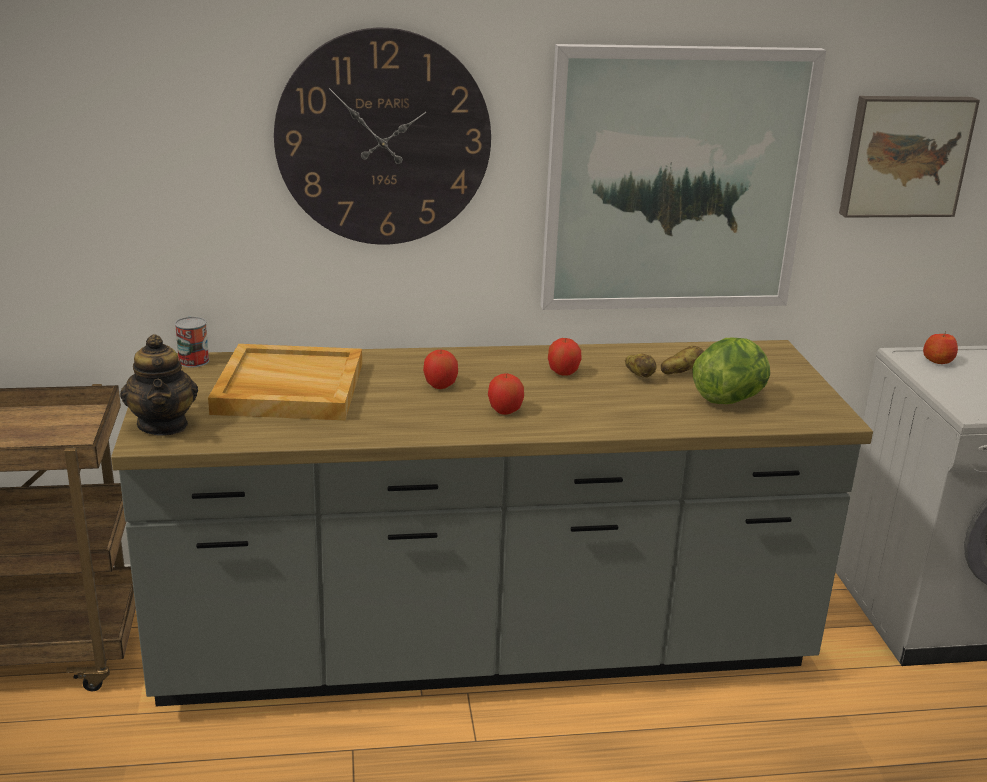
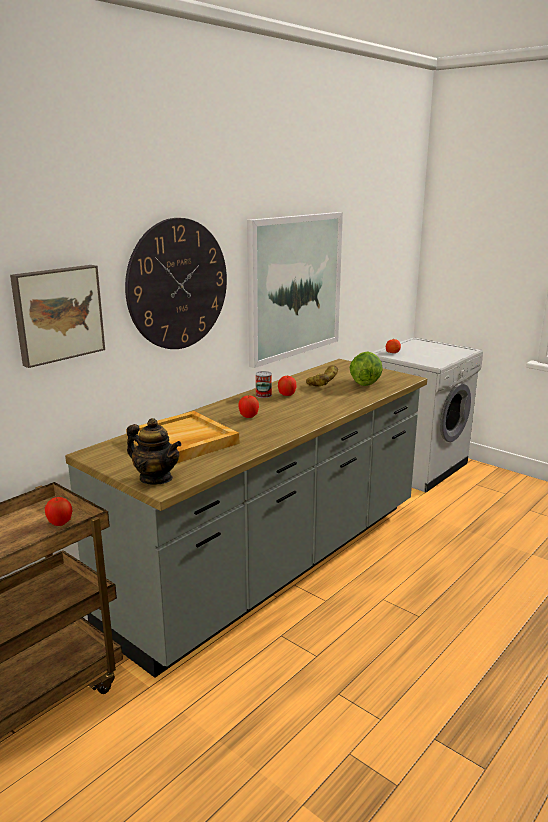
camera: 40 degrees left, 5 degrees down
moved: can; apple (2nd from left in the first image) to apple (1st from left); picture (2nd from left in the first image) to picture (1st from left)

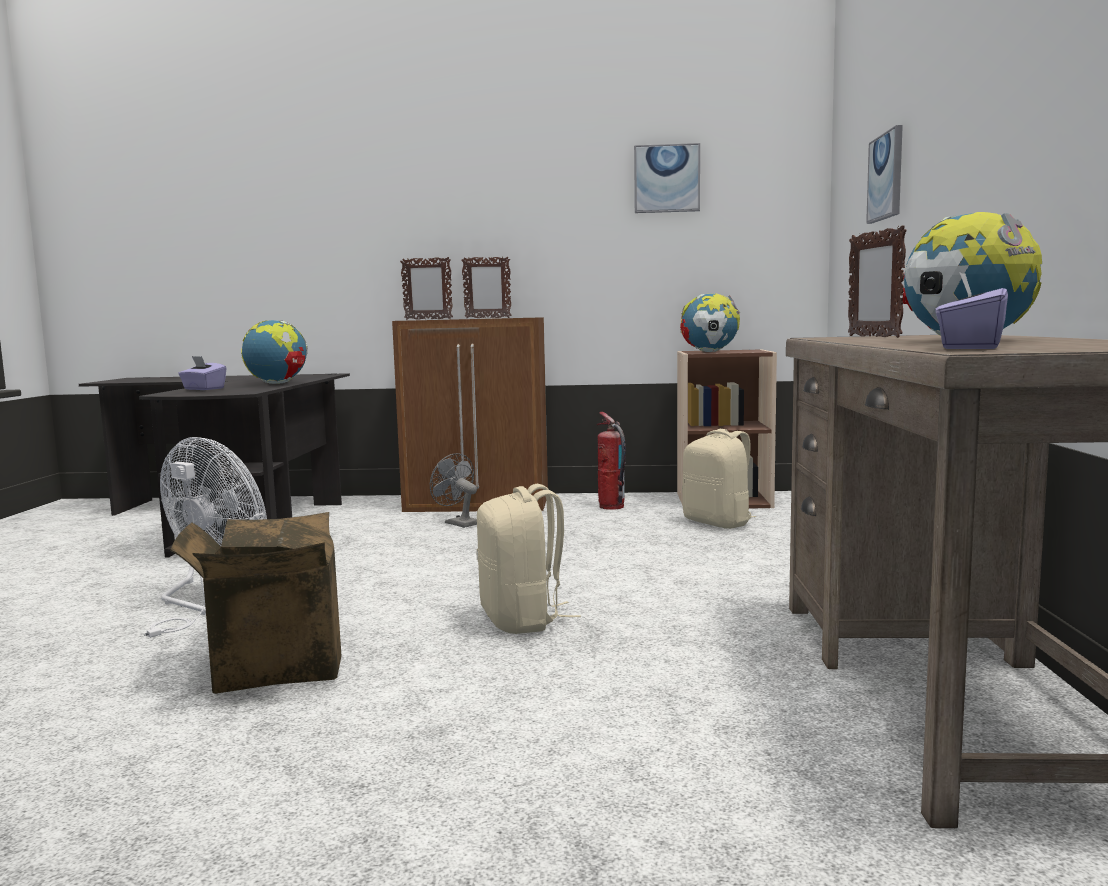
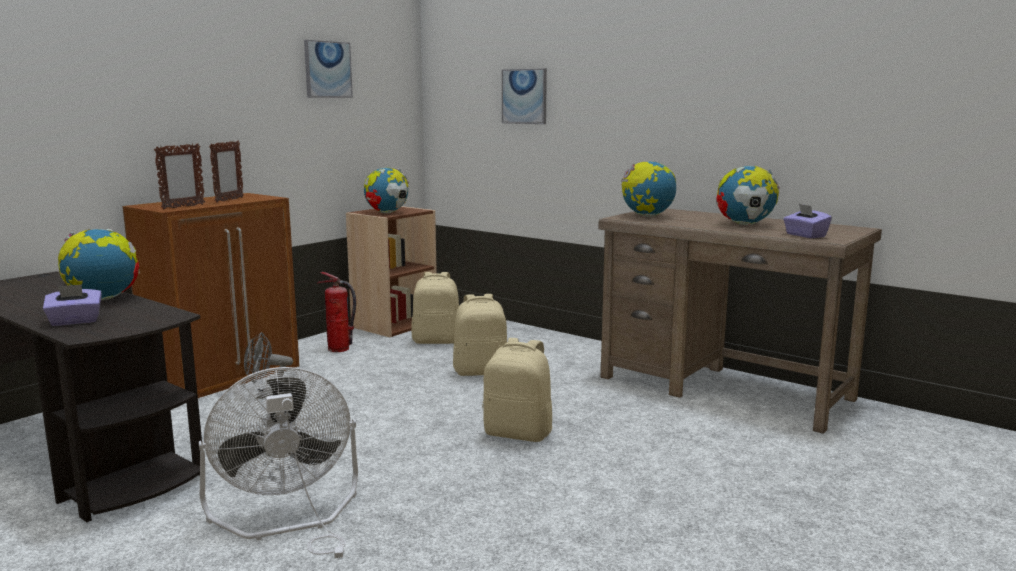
camera: 55 degrees left, 5 degrees up
removed: cardboard box
added: backpack (beige) (2nd from left)
replaced: picture frame (3rd from left) to globe (3rd from left)

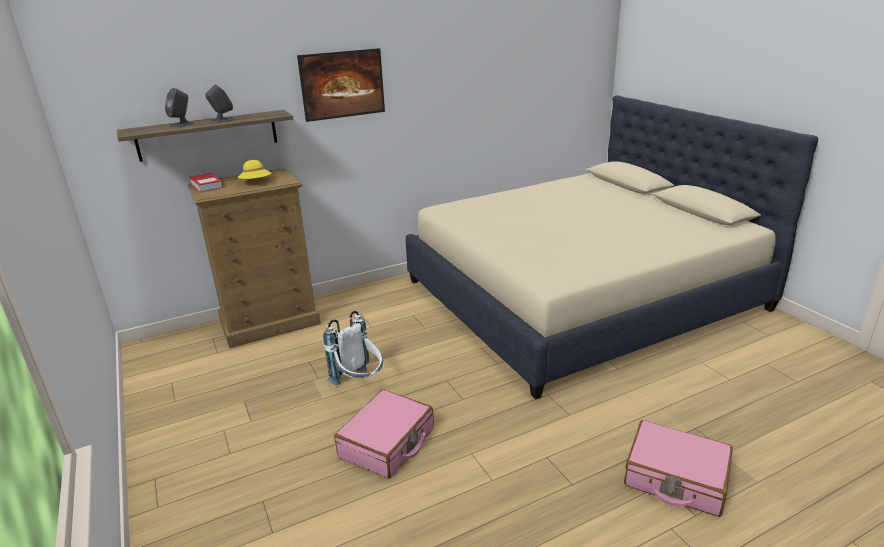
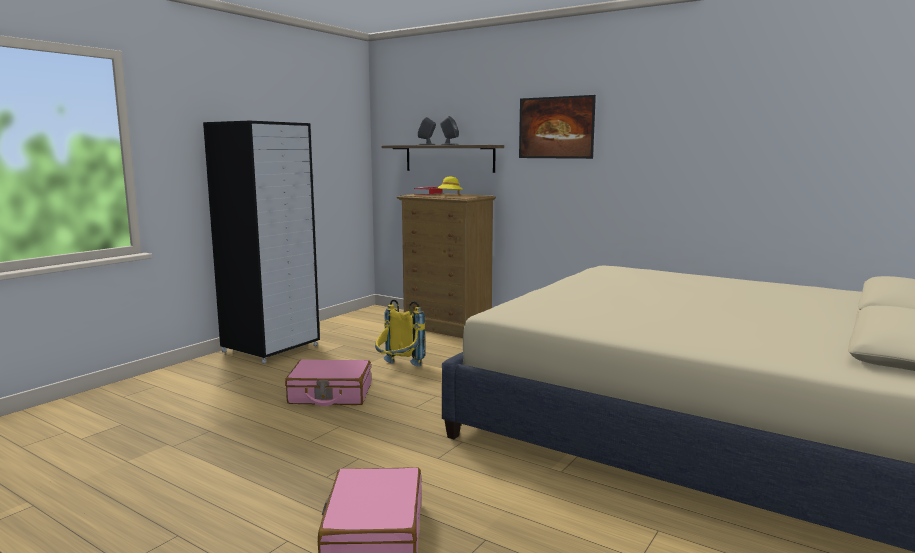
camera: 60 degrees right, 15 degrees down
added: wardrobe
recoloured: backpack (white) to backpack (yellow)

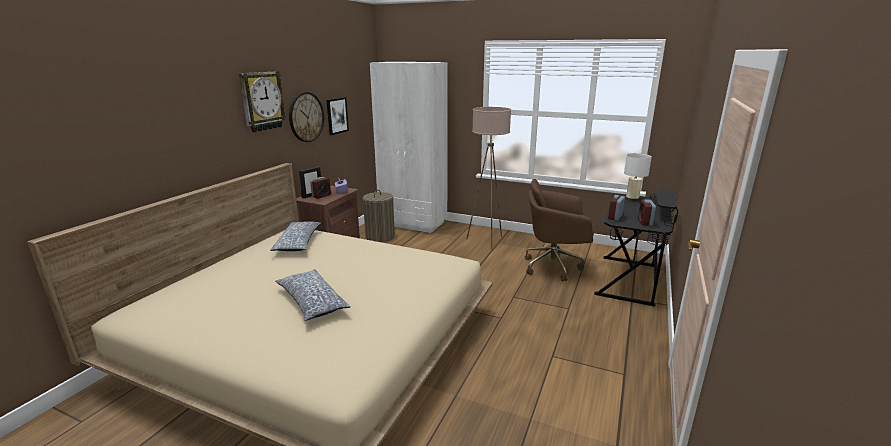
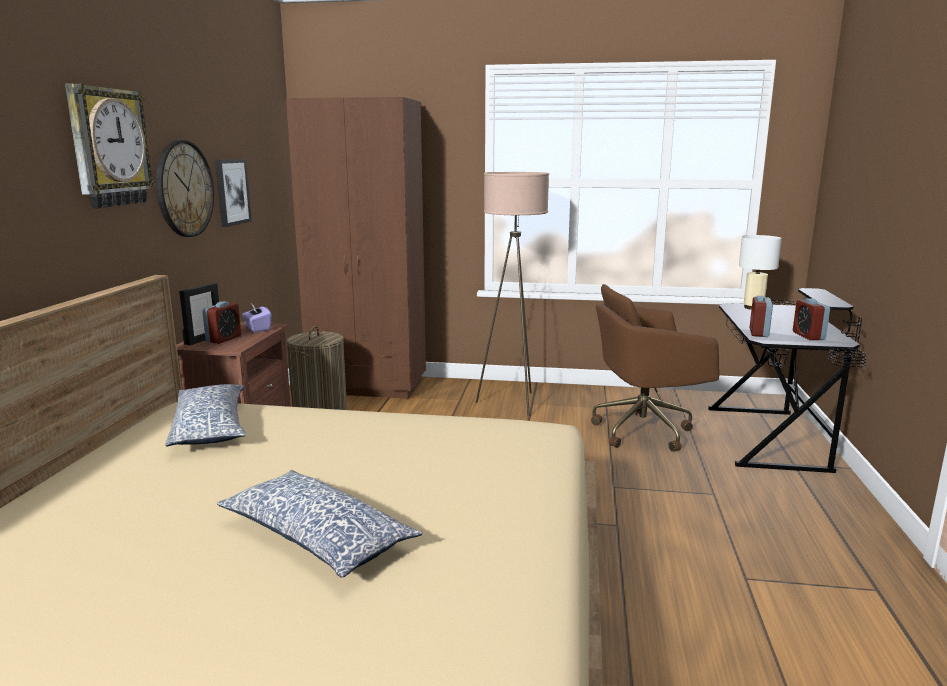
camera: 15 degrees left, 5 degrees down
recoloured: wardrobe (white) to wardrobe (brown)

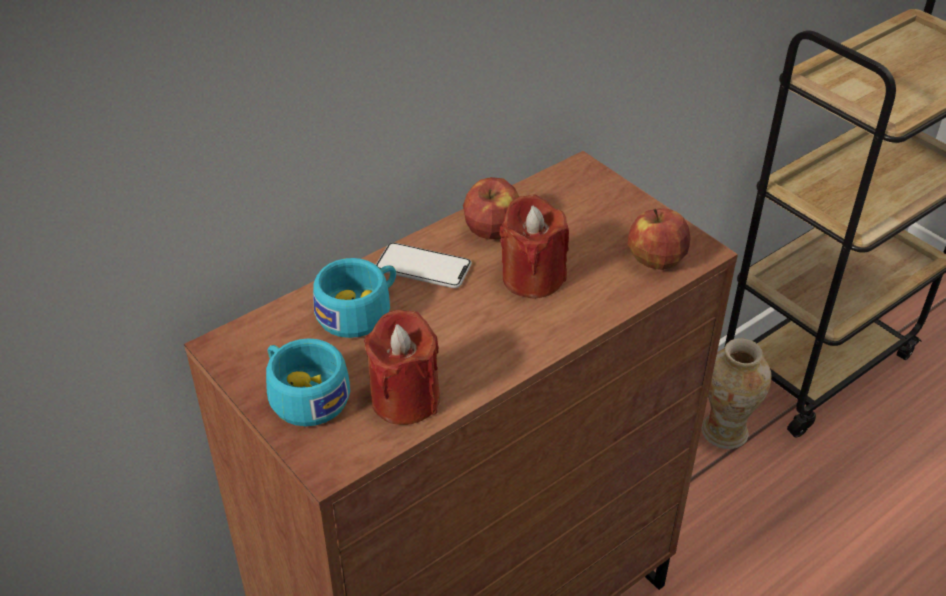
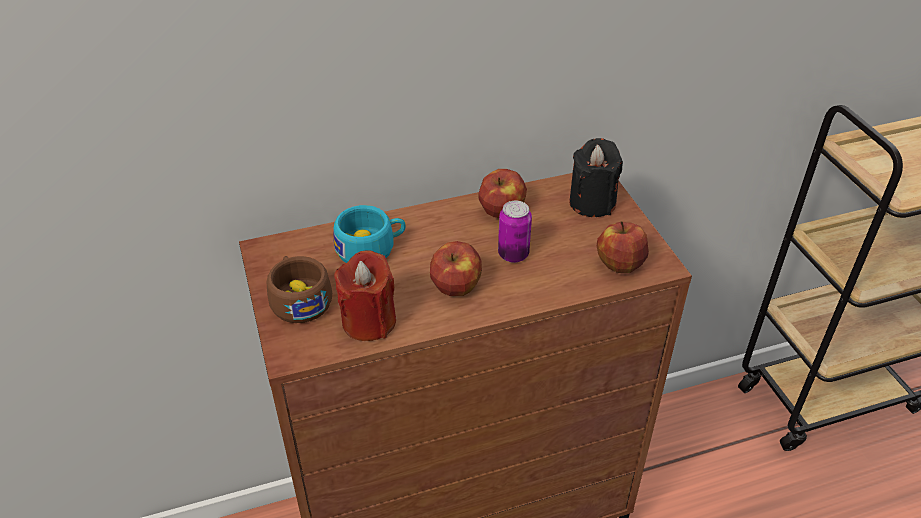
camera: 20 degrees right, 0 degrees up
removed: phone; vase
added: apple (1st from left); candle (black)
replaced: candle (red) (2nd from left) to can
recoloured: cup (turquoise) (1st from left) to cup (brown)

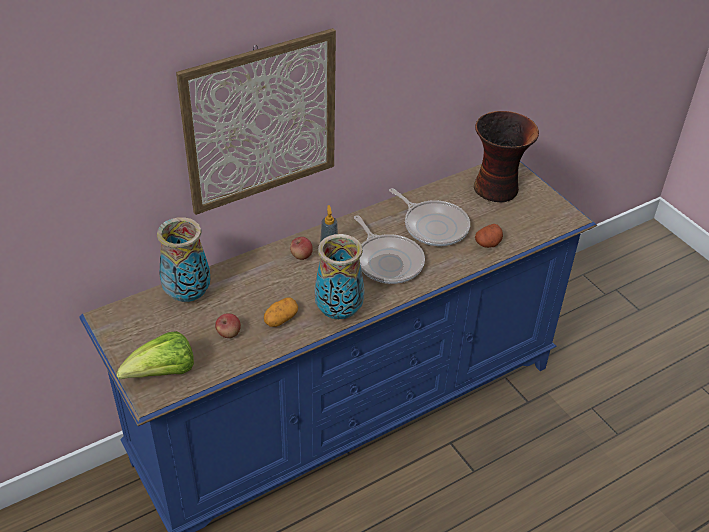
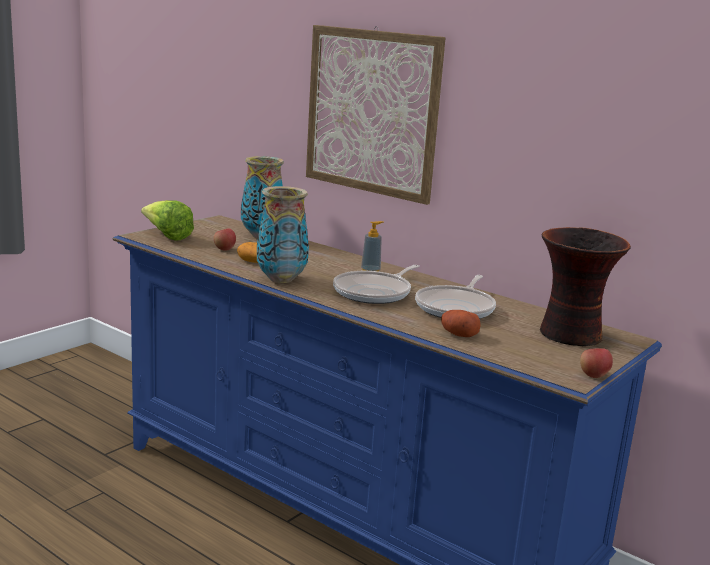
camera: 70 degrees right, 25 degrees down
moved: apple (2nd from left)

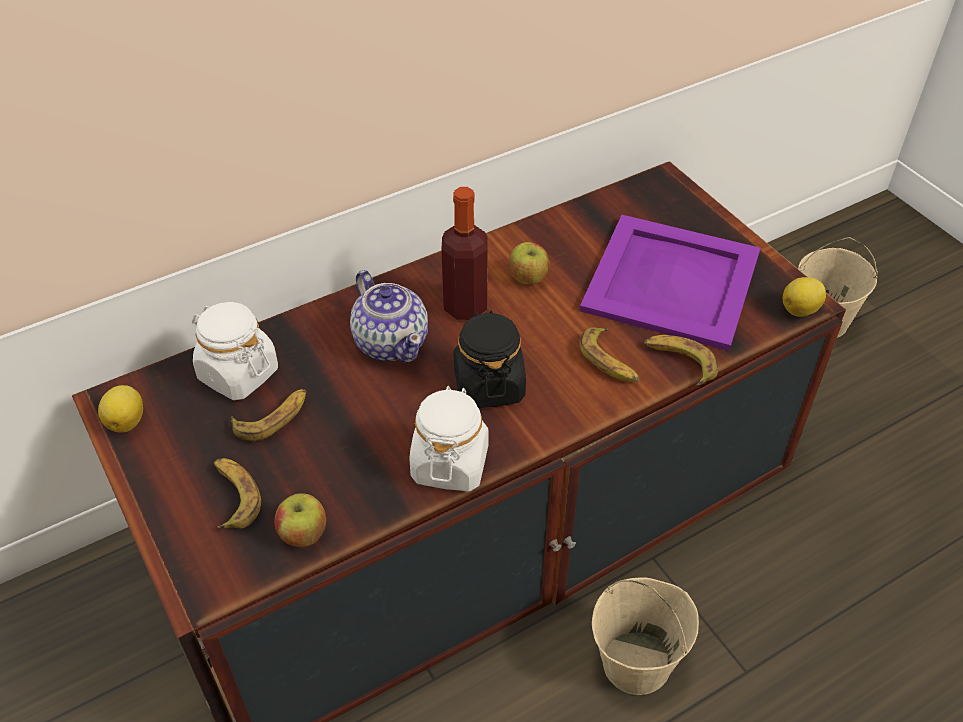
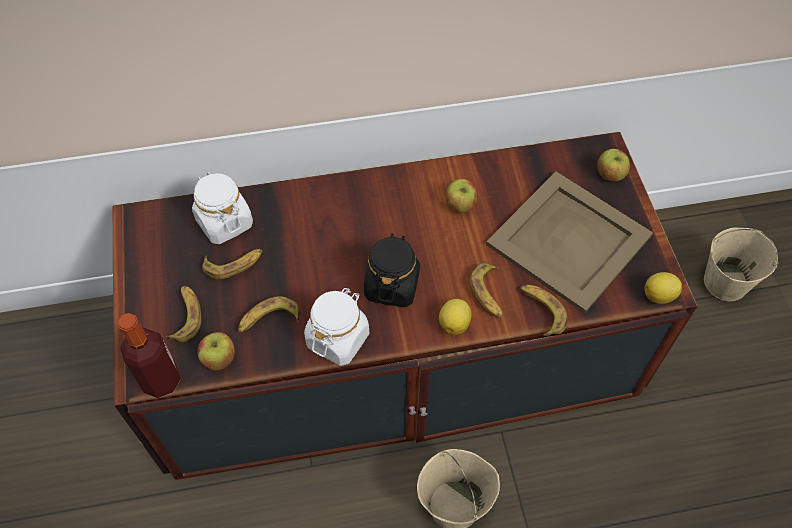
camera: 20 degrees right, 10 degrees up
removed: teapot
added: banana (3rd from left); apple (3rd from left)
moved: lemon (1st from left); bottle
recoloured: tray (purple) to tray (beige)

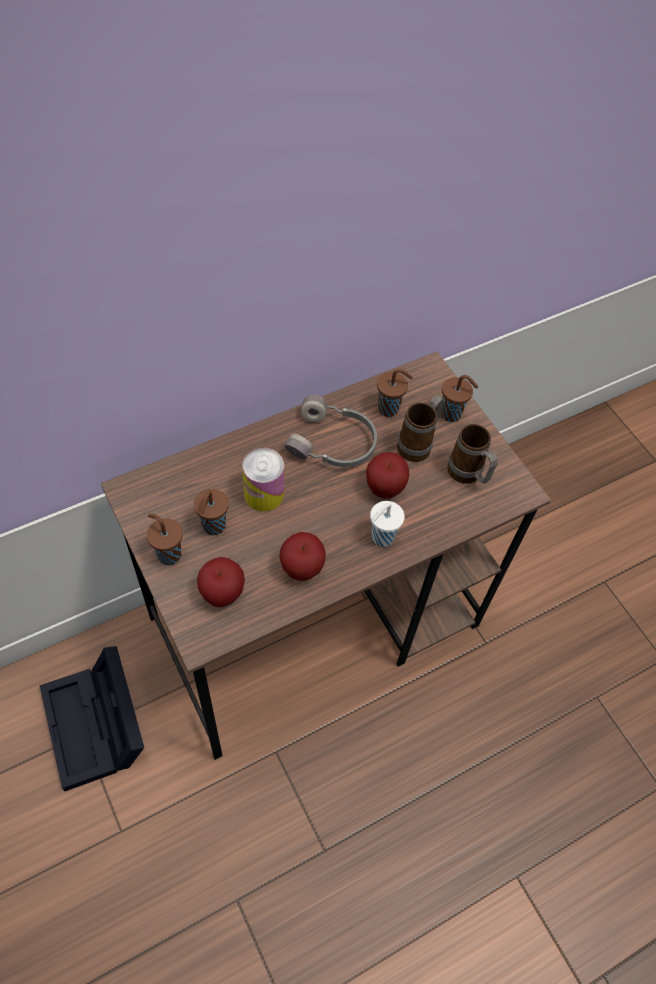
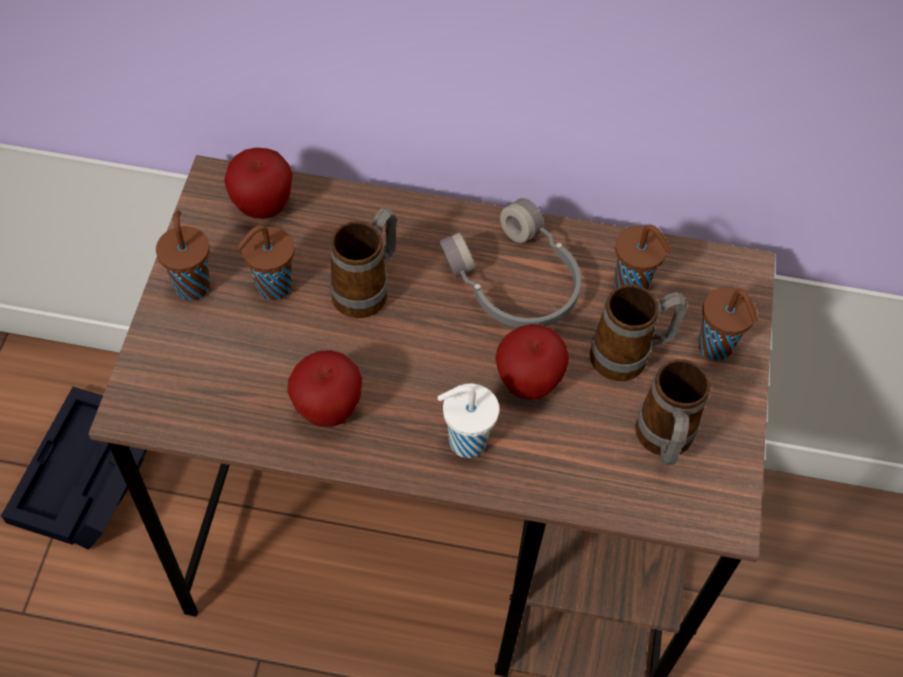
camera: 40 degrees right, 0 degrees up
moved: apple (1st from left)
replaced: can to mug (1st from left)

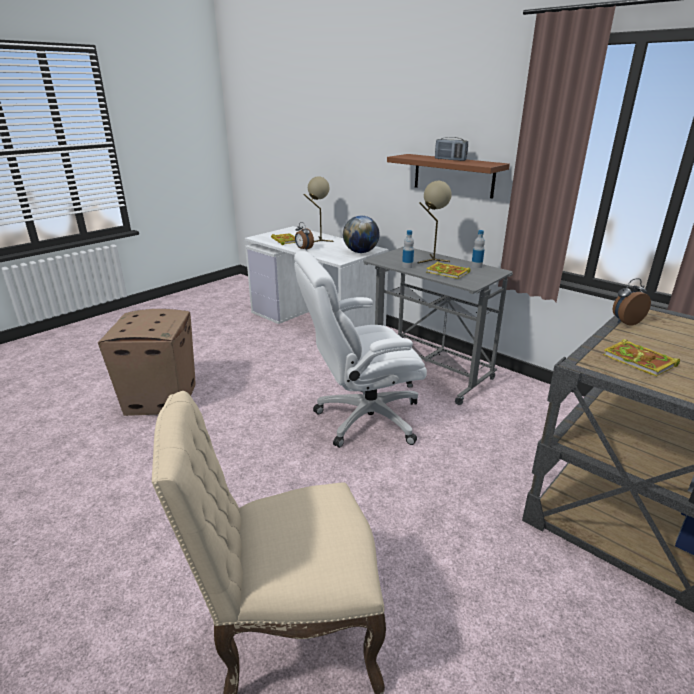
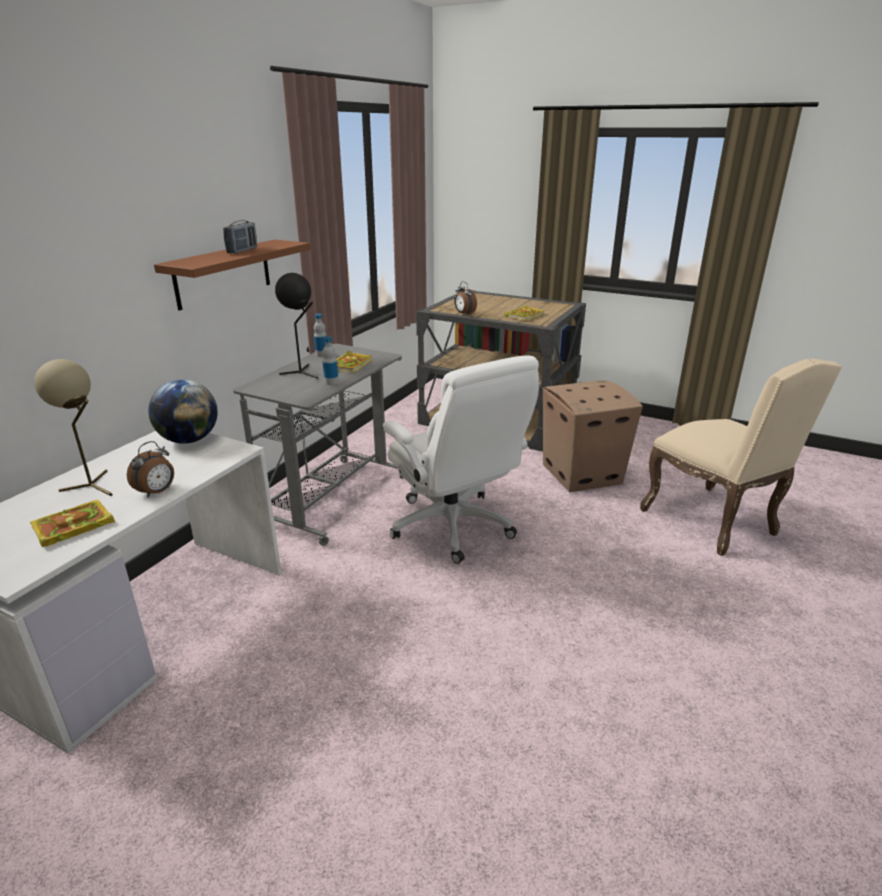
camera: 105 degrees left, 0 degrees up
moved: cardboard box
recoloured: table lamp (beige) (2nd from left) to table lamp (black)

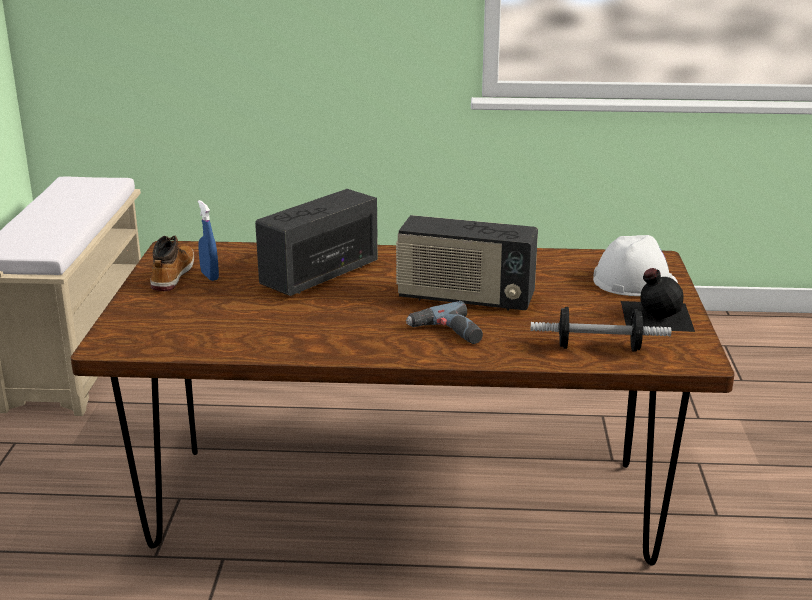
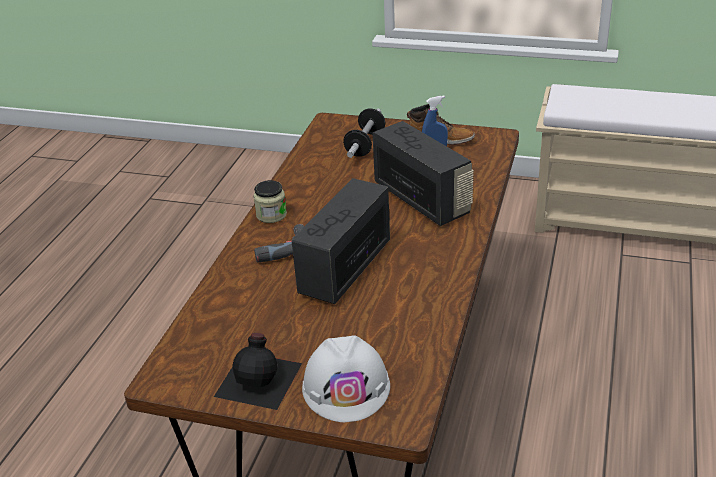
camera: 105 degrees right, 10 degrees up
added: jar
moved: dumbbell

